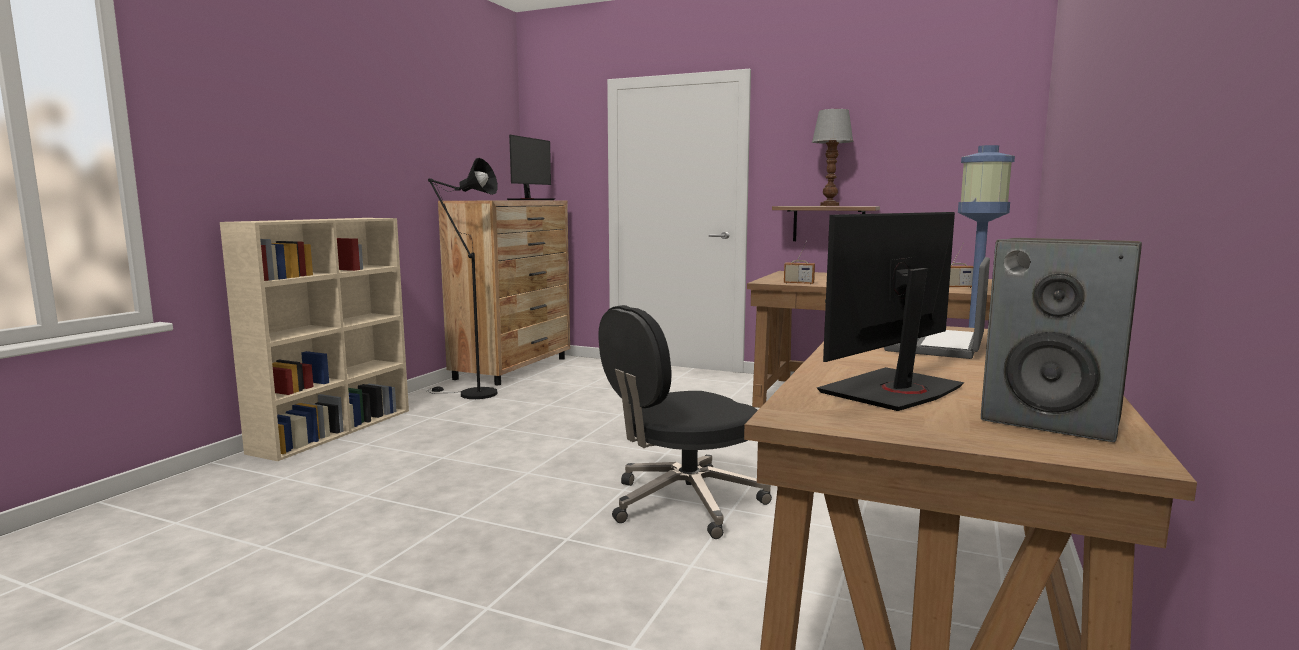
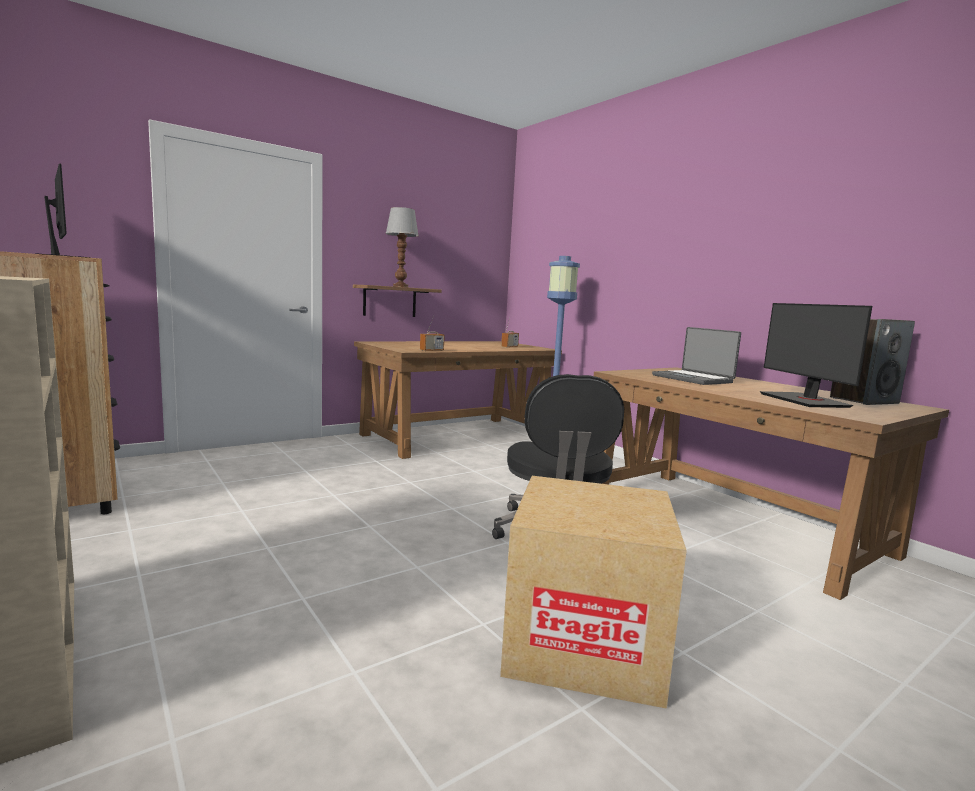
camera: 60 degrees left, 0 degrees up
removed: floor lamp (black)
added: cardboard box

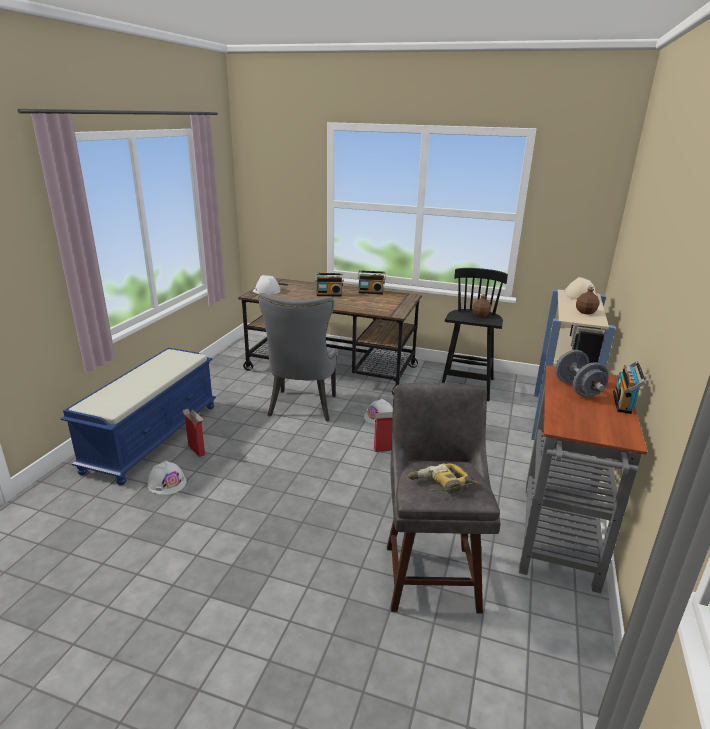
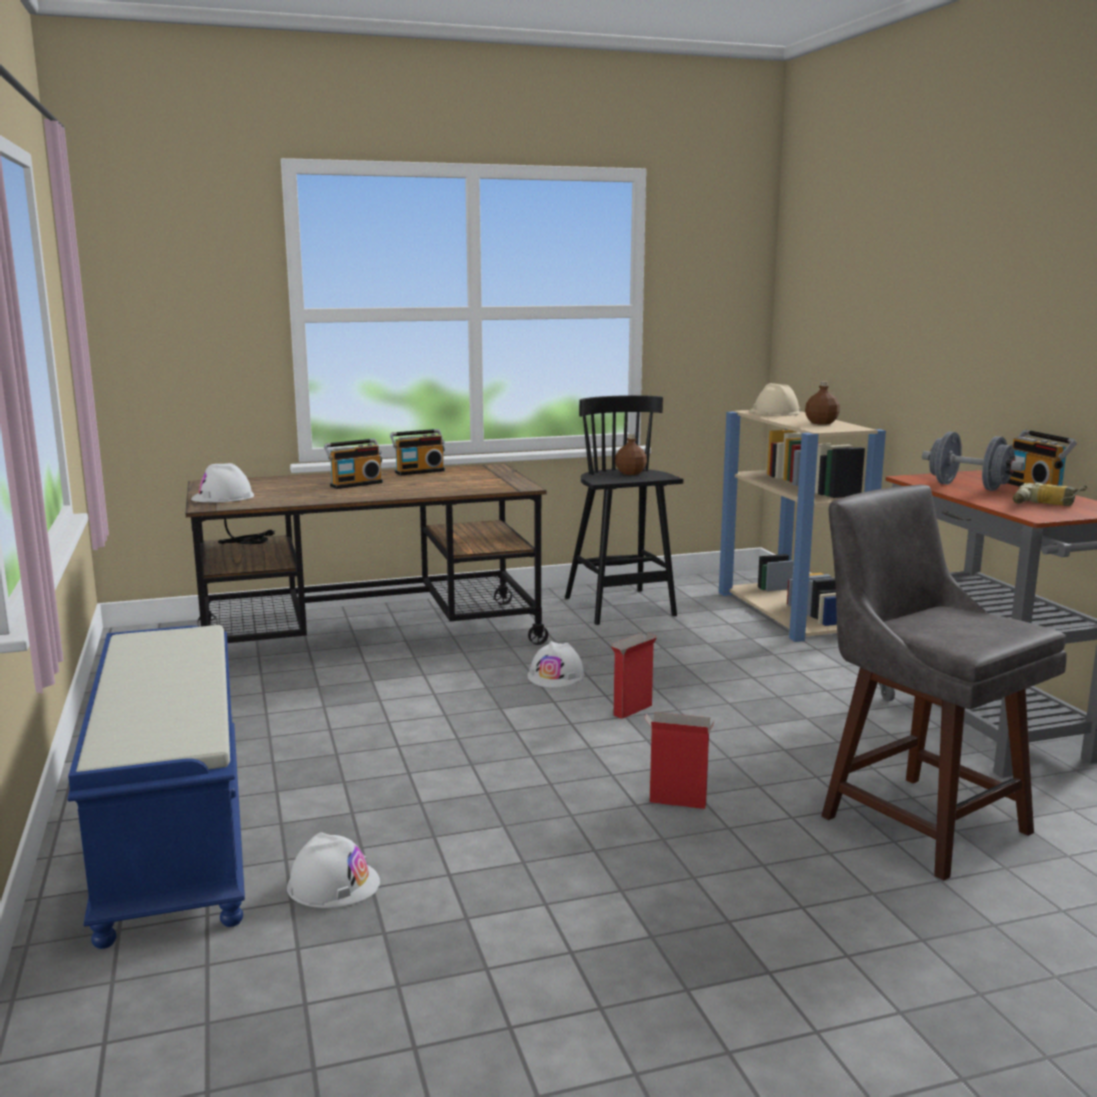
camera: 35 degrees left, 10 degrees down
removed: chair (grey)
moved: cardboard box (1st from left in the first image) to cardboard box (2nd from left); power drill

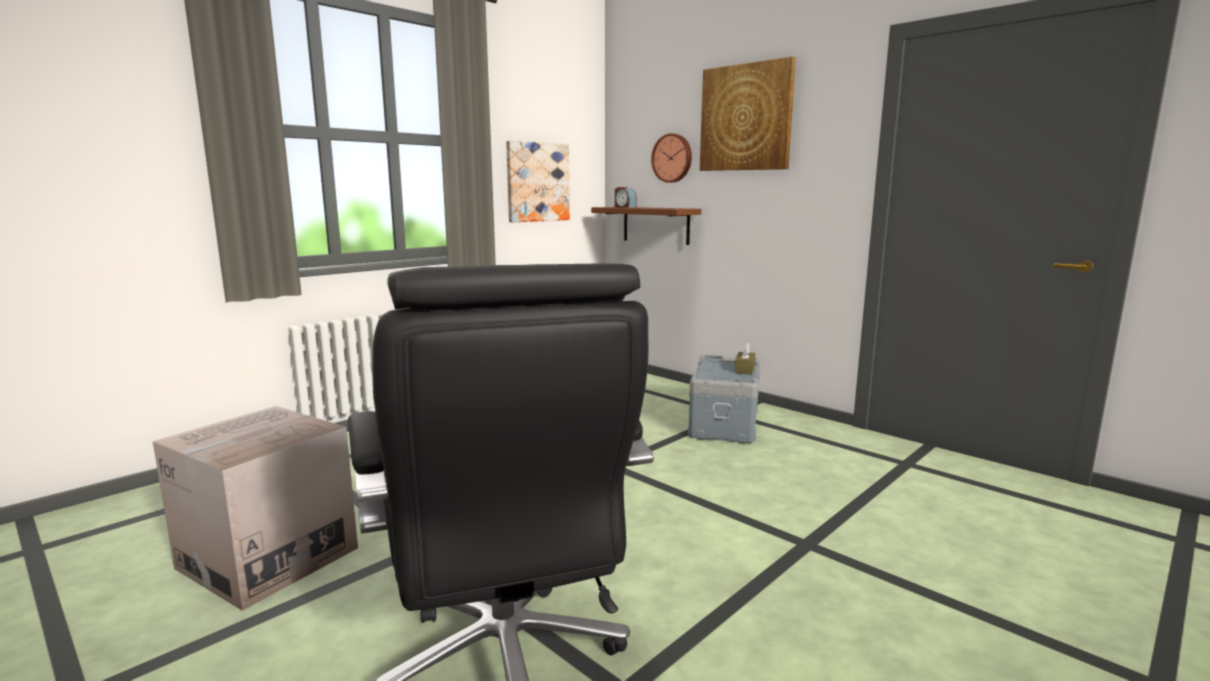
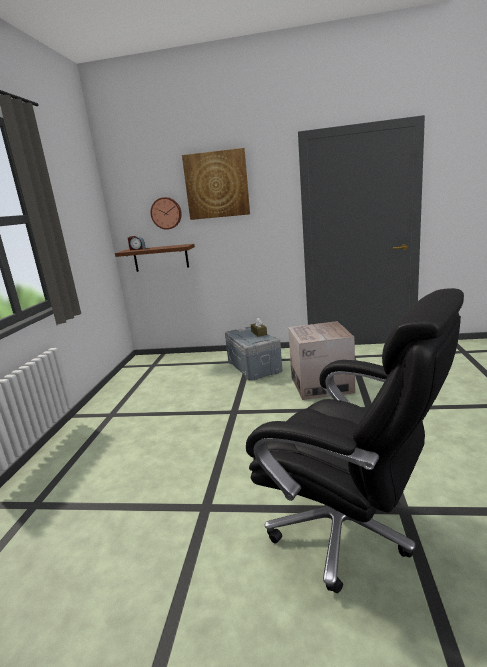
camera: 35 degrees left, 5 degrees up
removed: picture (1st from left)
moved: cardboard box

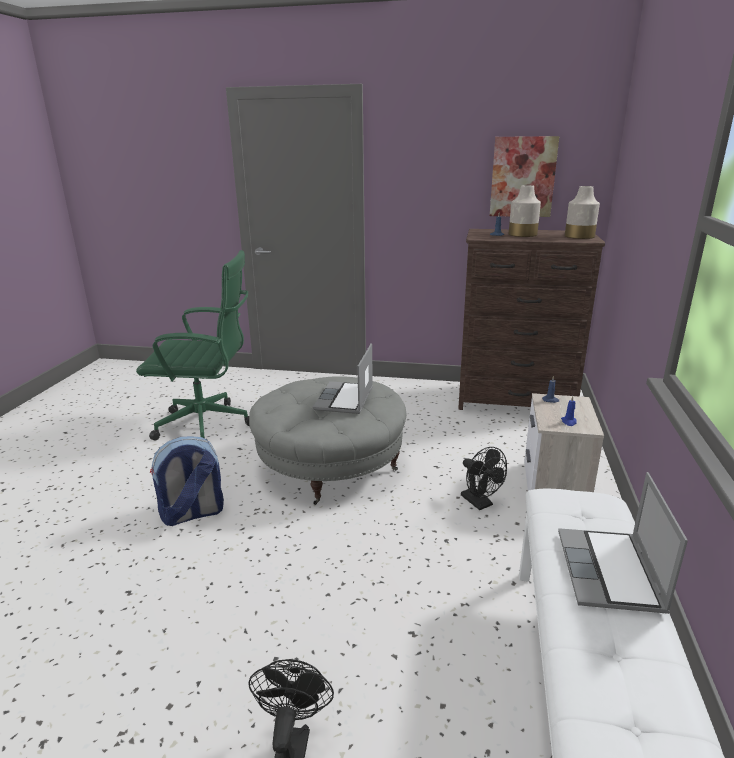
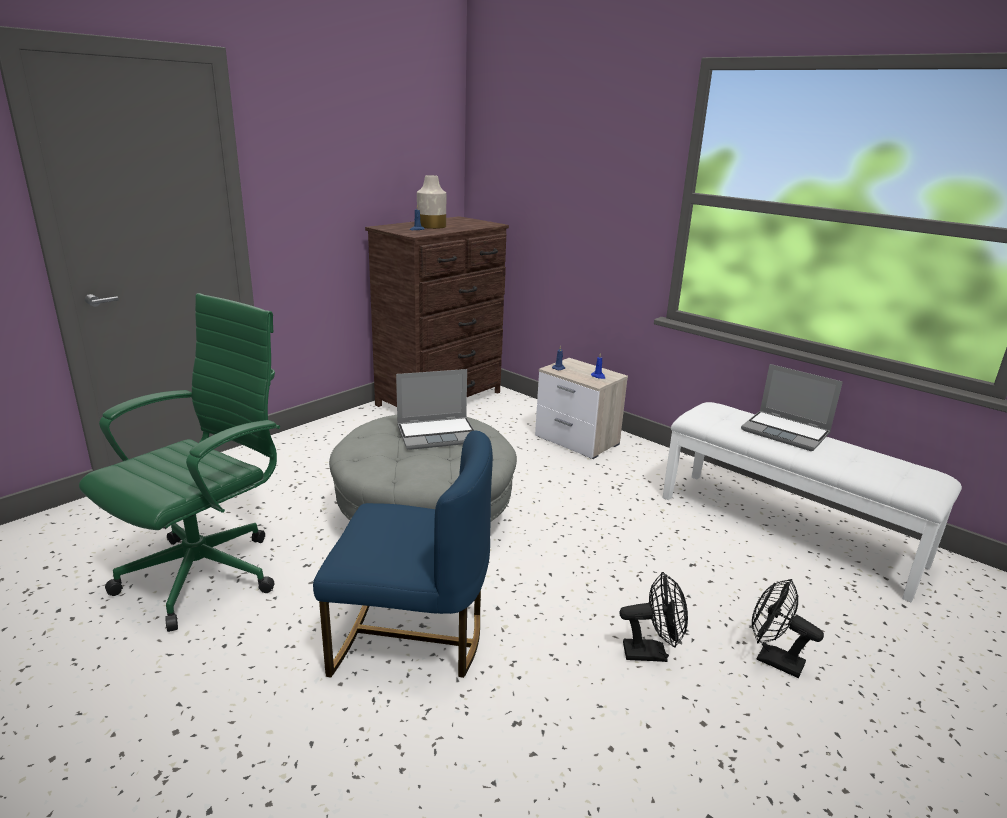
camera: 60 degrees left, 0 degrees up
removed: picture; vase (beige) (2nd from left)
moved: fan (black) (2nd from left in the first image) to fan (black) (1st from left)
replaced: backpack to chair (blue)
turned: laptop (1st from left) 60 degrees counterclockwise

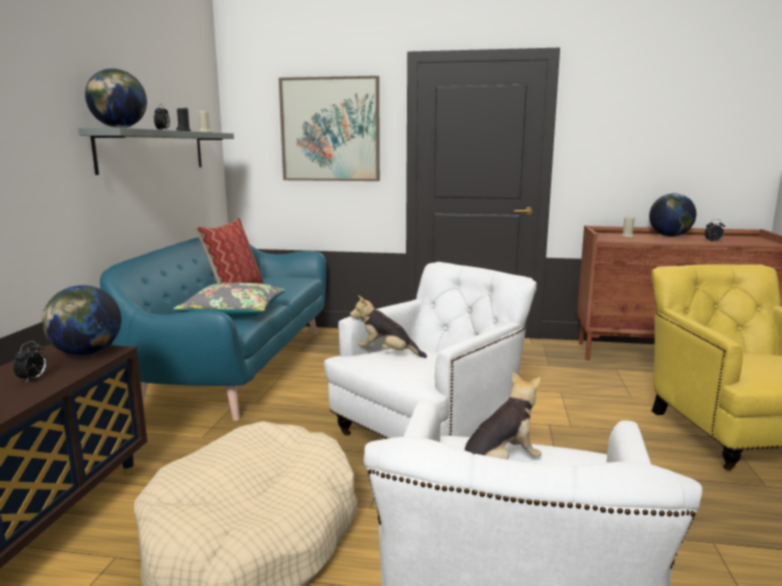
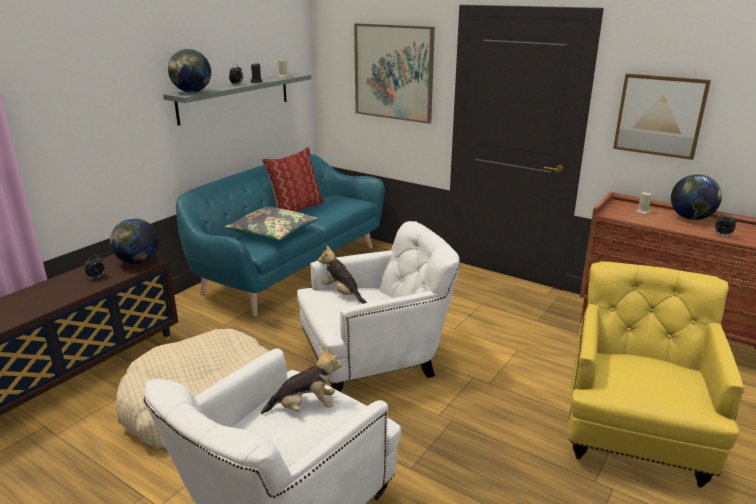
camera: 25 degrees right, 10 degrees up
added: picture (2nd from left)

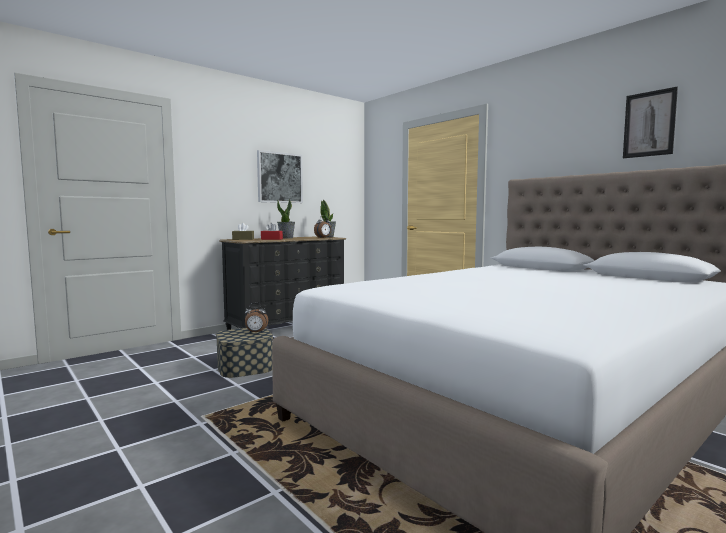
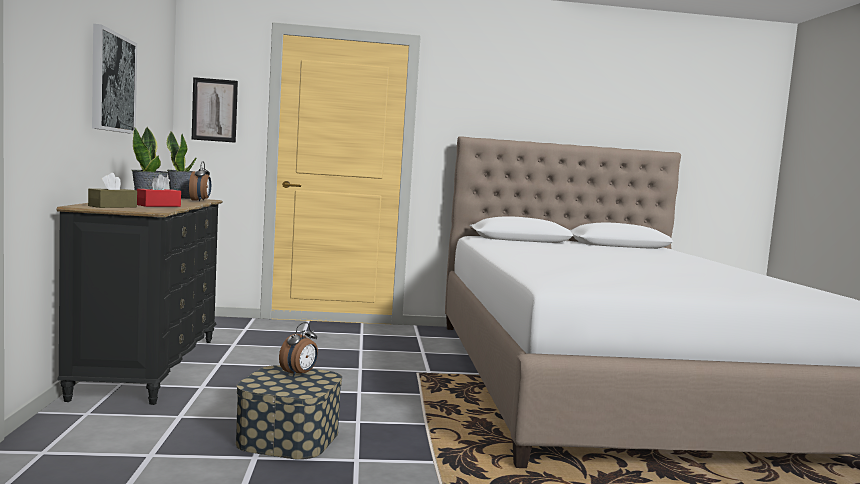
camera: 55 degrees left, 0 degrees up
moved: picture (2nd from left)

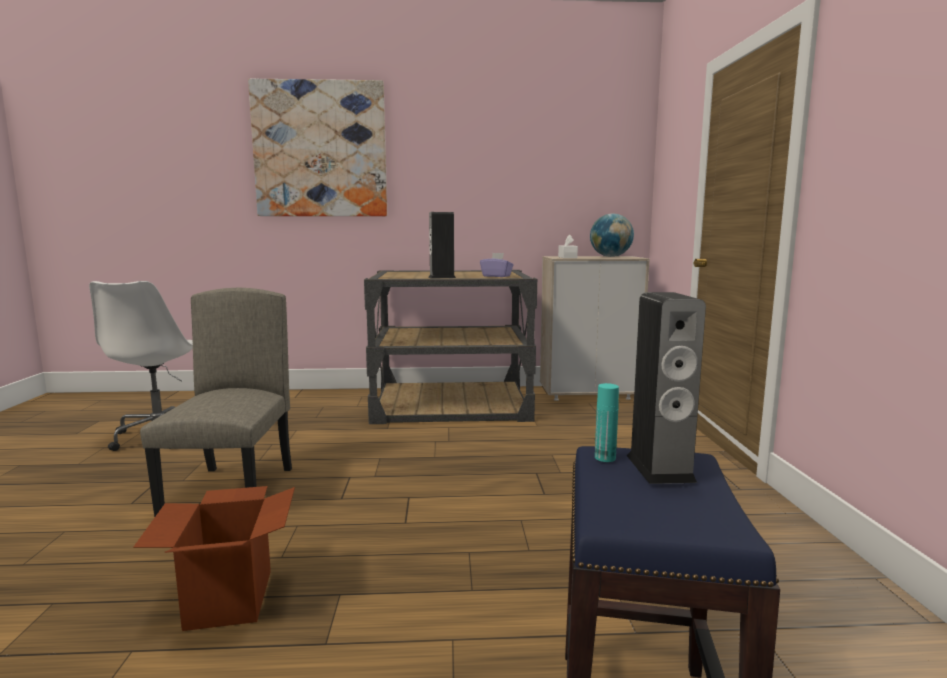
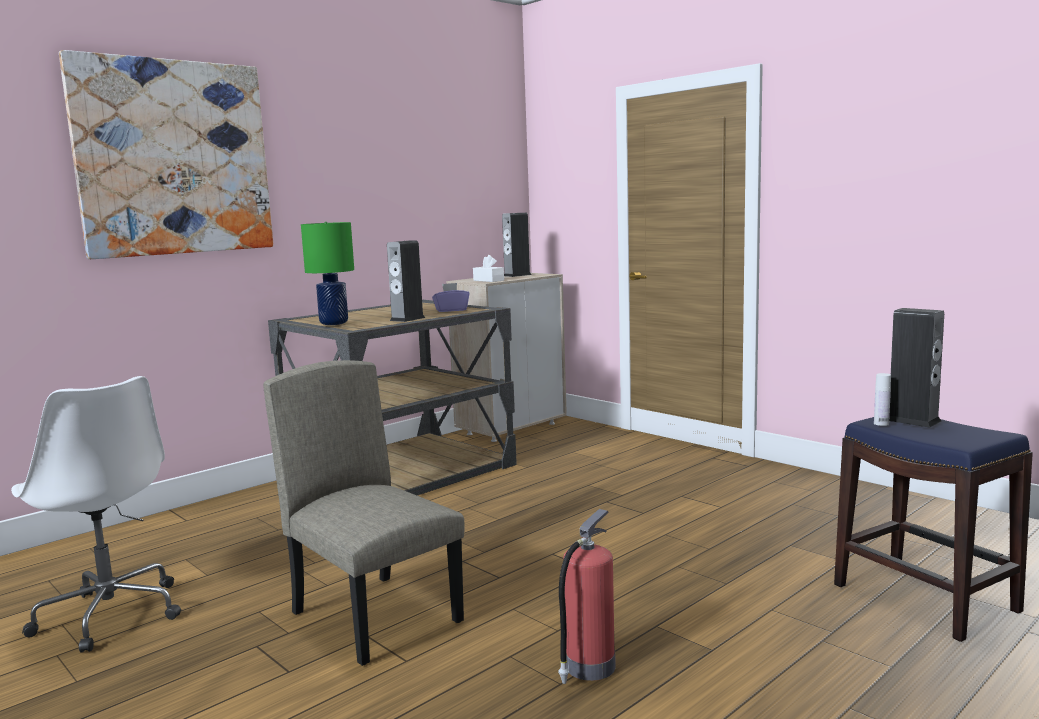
camera: 40 degrees left, 0 degrees up
added: table lamp (green)
replaced: cardboard box to fire extinguisher; globe to speaker (2nd from left)
recoloured: bottle (turquoise) to bottle (white)

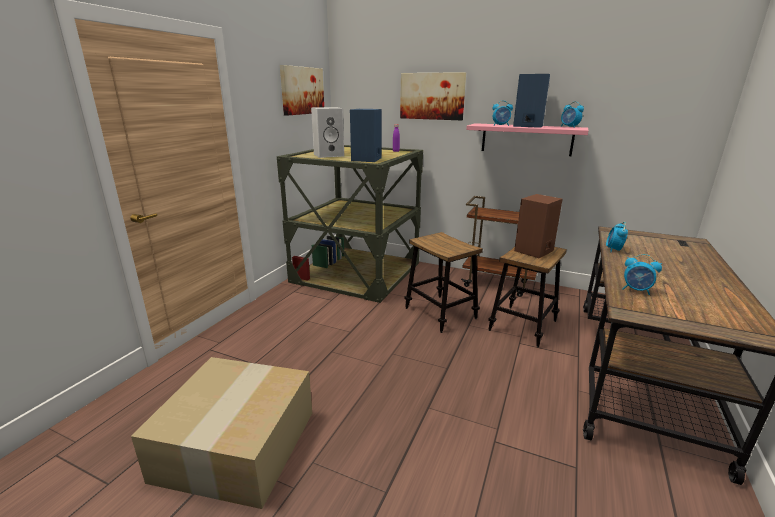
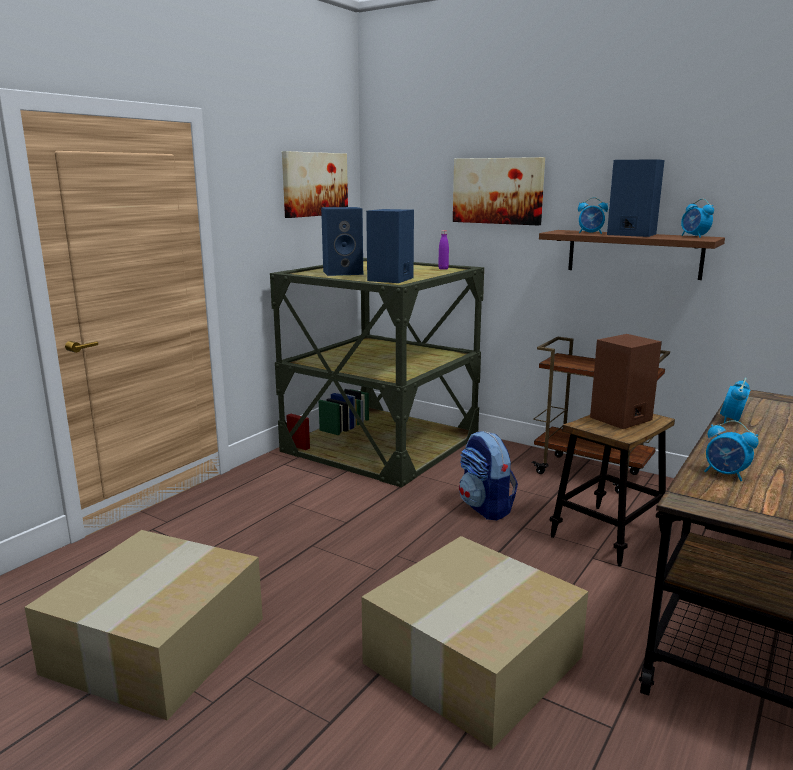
camera: 10 degrees right, 5 degrees down
added: cardboard box (2nd from left)
replaced: stool (1st from left) to backpack
recoloured: speaker (white) to speaker (blue) (1st from left); shelf (pink) to shelf (brown)

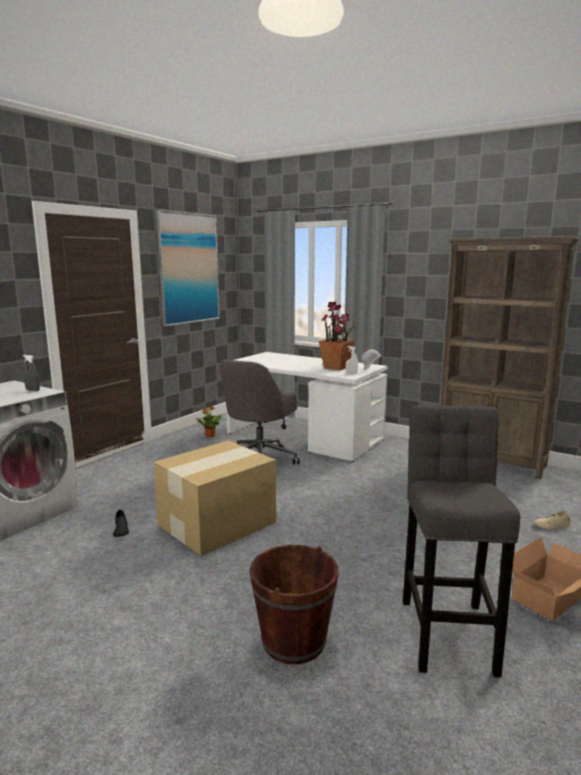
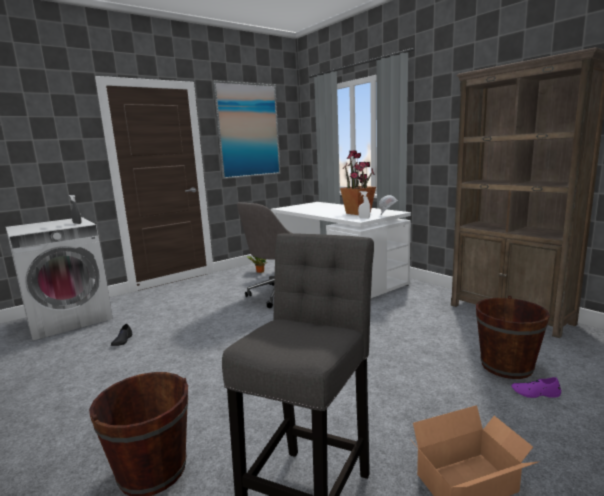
camera: 20 degrees right, 0 degrees up
removed: cardboard box (1st from left)
added: bucket (brown) (2nd from left)
recoloured: shoe (beige) to shoe (purple)

